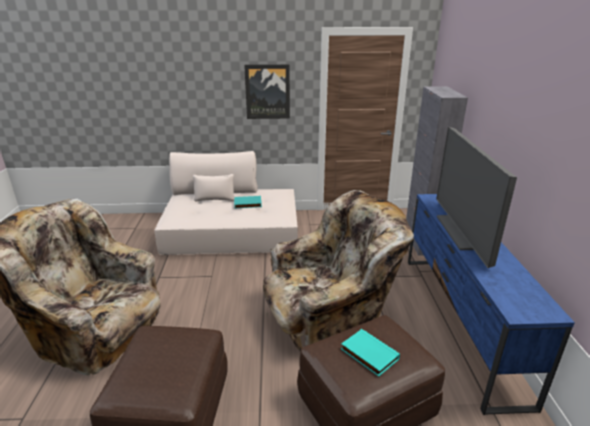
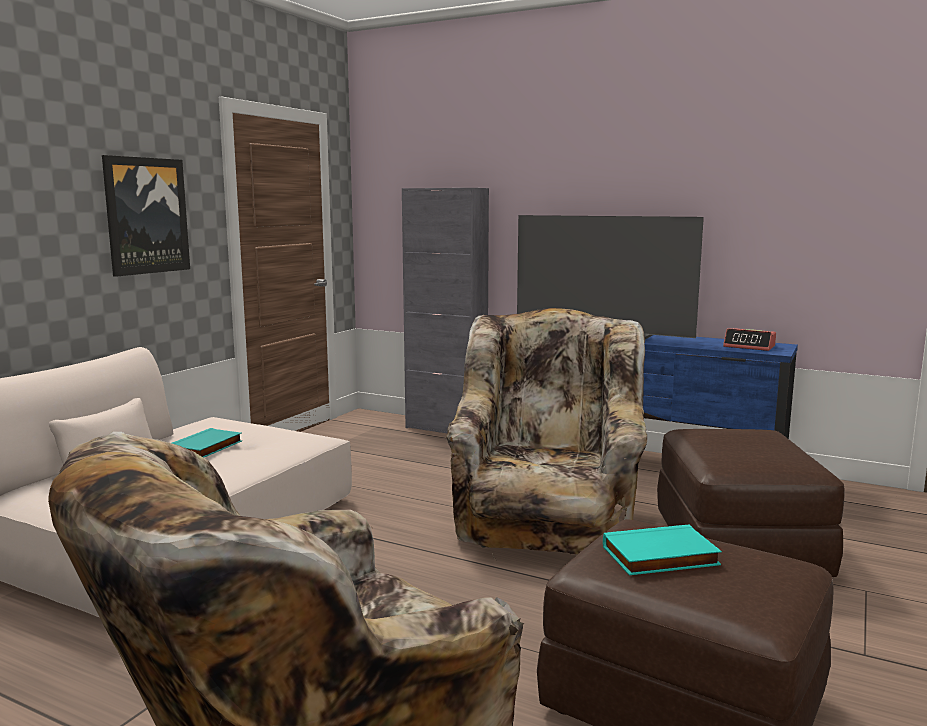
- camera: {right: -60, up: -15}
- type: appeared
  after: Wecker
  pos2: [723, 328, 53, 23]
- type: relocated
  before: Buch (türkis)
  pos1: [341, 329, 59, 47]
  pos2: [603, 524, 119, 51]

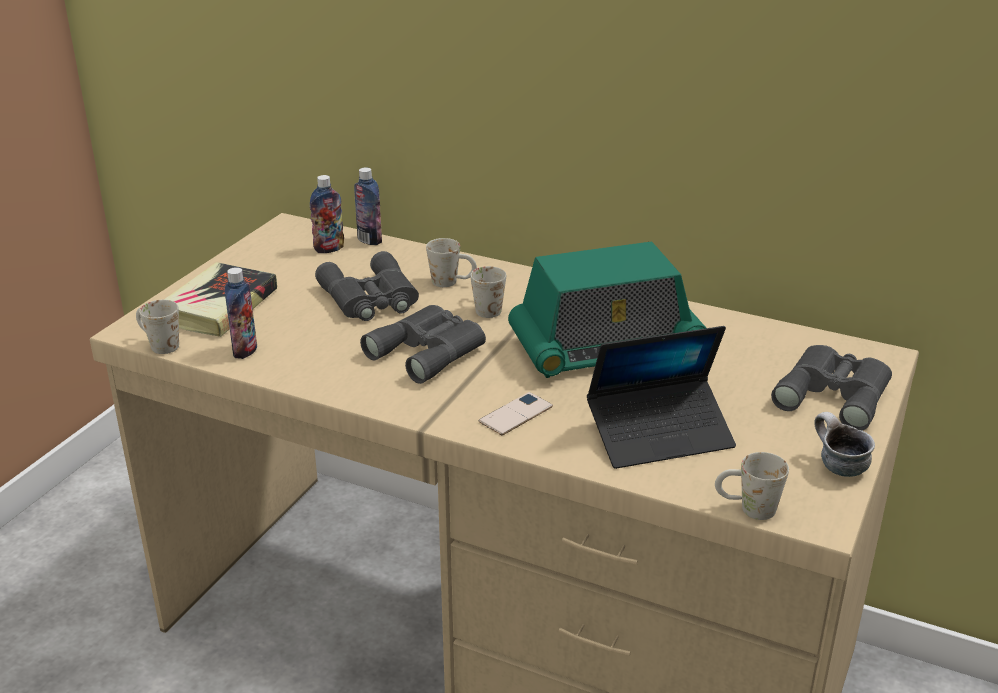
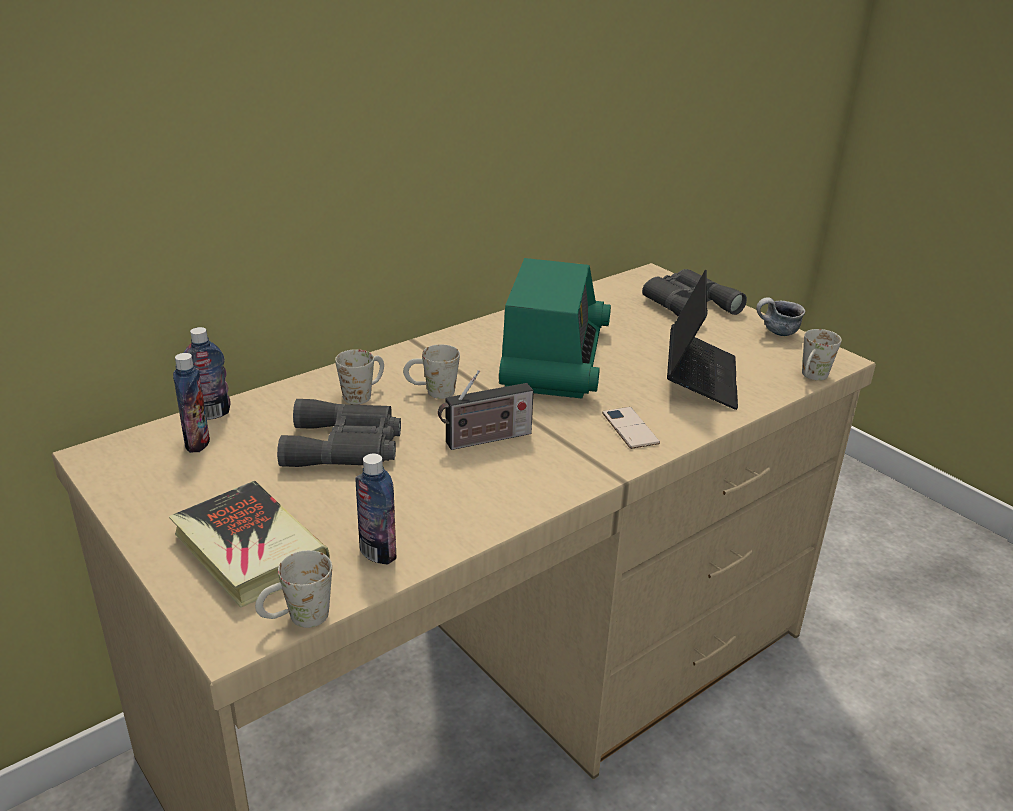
- camera: {right: -65, up: 0}
- type: exchanged
  before: Fernglas (grau)
  after: Radio
  pos1: [360, 305, 126, 79]
  pos2: [438, 370, 96, 80]

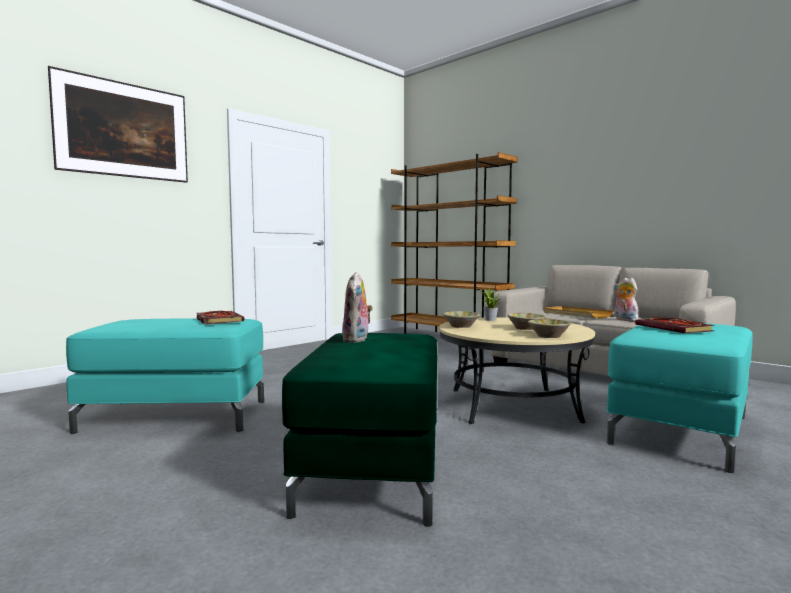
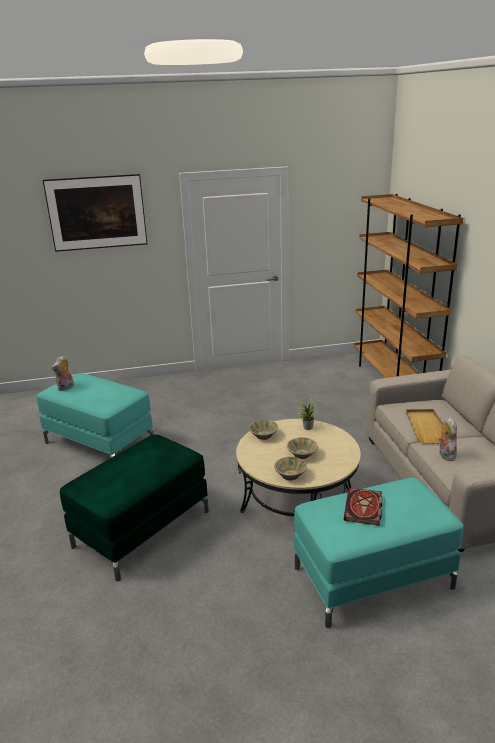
- camera: {right: 35, up: 20}
- type: missing
  before: Buch
  pos1: [197, 311, 48, 13]
- type: relocated
  before: Plüschtier
  pos1: [342, 272, 31, 71]
  pos2: [52, 355, 22, 36]

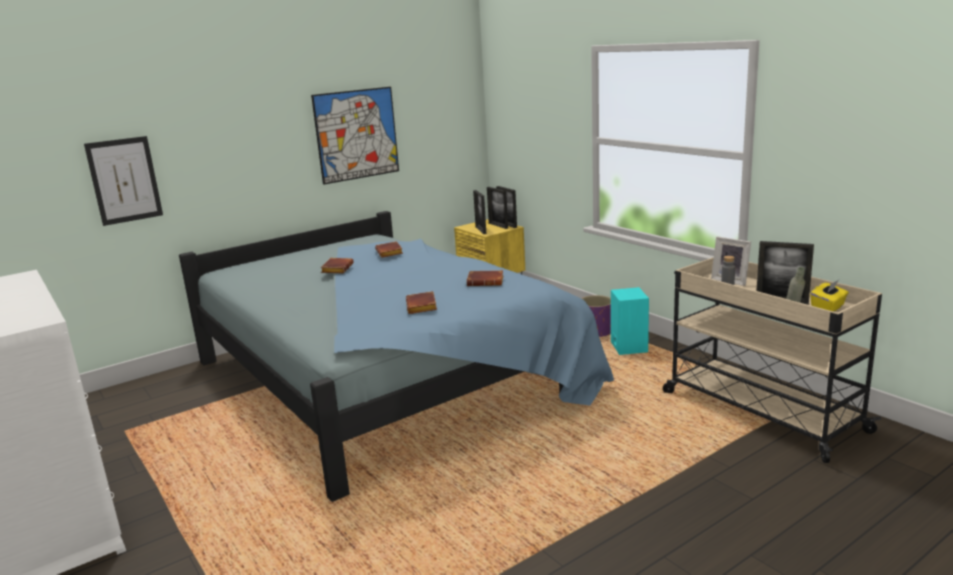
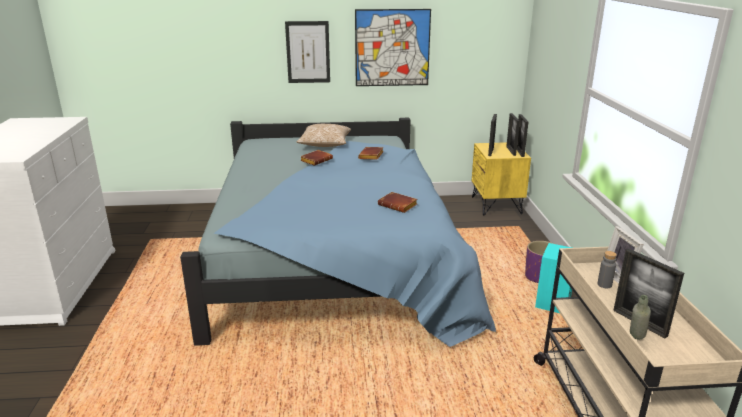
- camera: {right: 30, up: 5}
- type: missing
  before: Buch (braun)
  pos1: [406, 291, 31, 23]
- type: missing
  before: Taschentuchbox (gelb)
  pos1: [810, 280, 39, 32]
- type: appeared
  after: Kissen
  pos2: [297, 124, 54, 23]
- type: relocated
  before: Bild
  pos1: [84, 136, 79, 90]
  pos2: [285, 21, 45, 62]

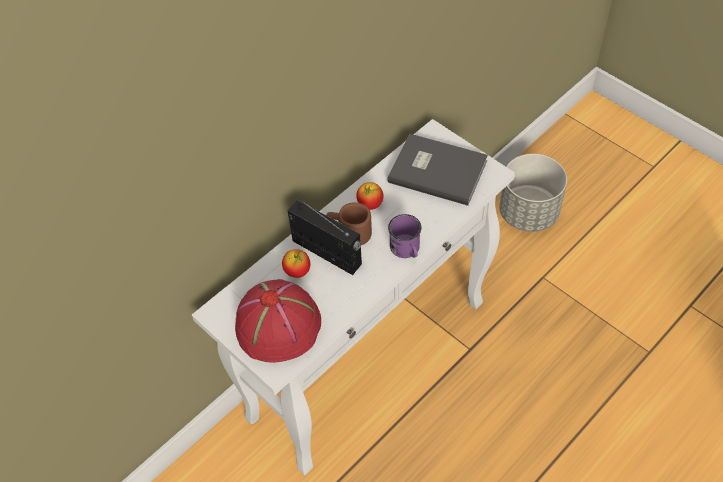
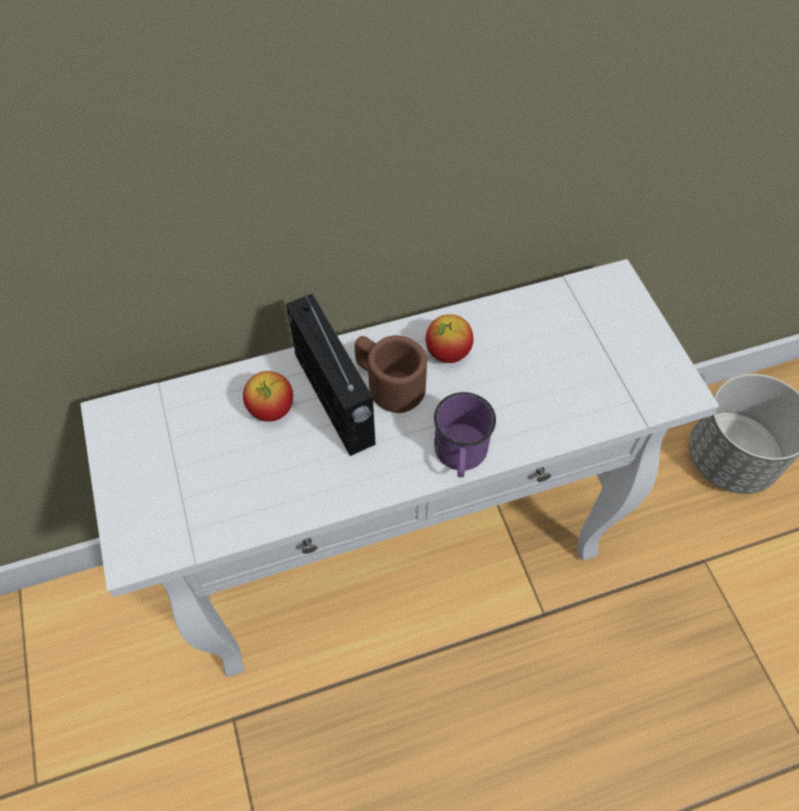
- camera: {right: 25, up: 5}
- type: missing
  before: Hut (rot)
  pos1: [235, 279, 86, 84]
- type: missing
  before: Buch (grau)
  pos1: [387, 134, 101, 72]

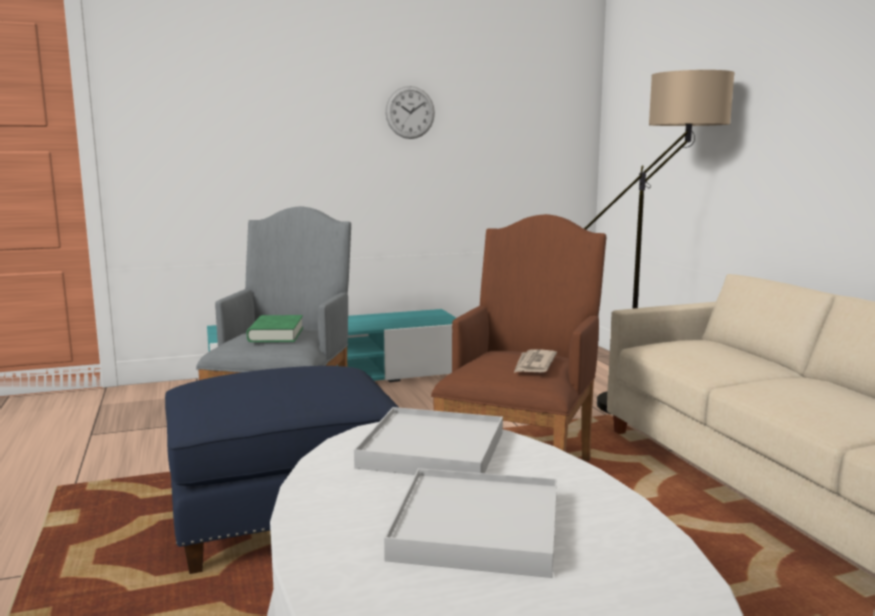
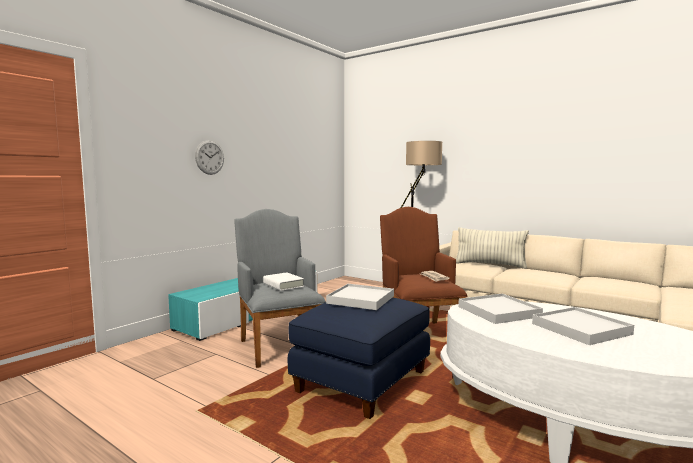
- camera: {right: -35, up: -5}
- type: appeared
  after: Tablett (weiß)
  pos2: [326, 284, 68, 26]
- type: appeared
  after: Kissen
  pos2: [456, 227, 73, 42]
- type: relocated
  before: Wanduhr
  pos1: [385, 86, 50, 53]
  pos2: [195, 140, 29, 35]
- type: colour
  before: Buch (grün)
  after: Buch (weiß)
  pos1: [247, 315, 56, 27]
  pos2: [263, 272, 41, 19]

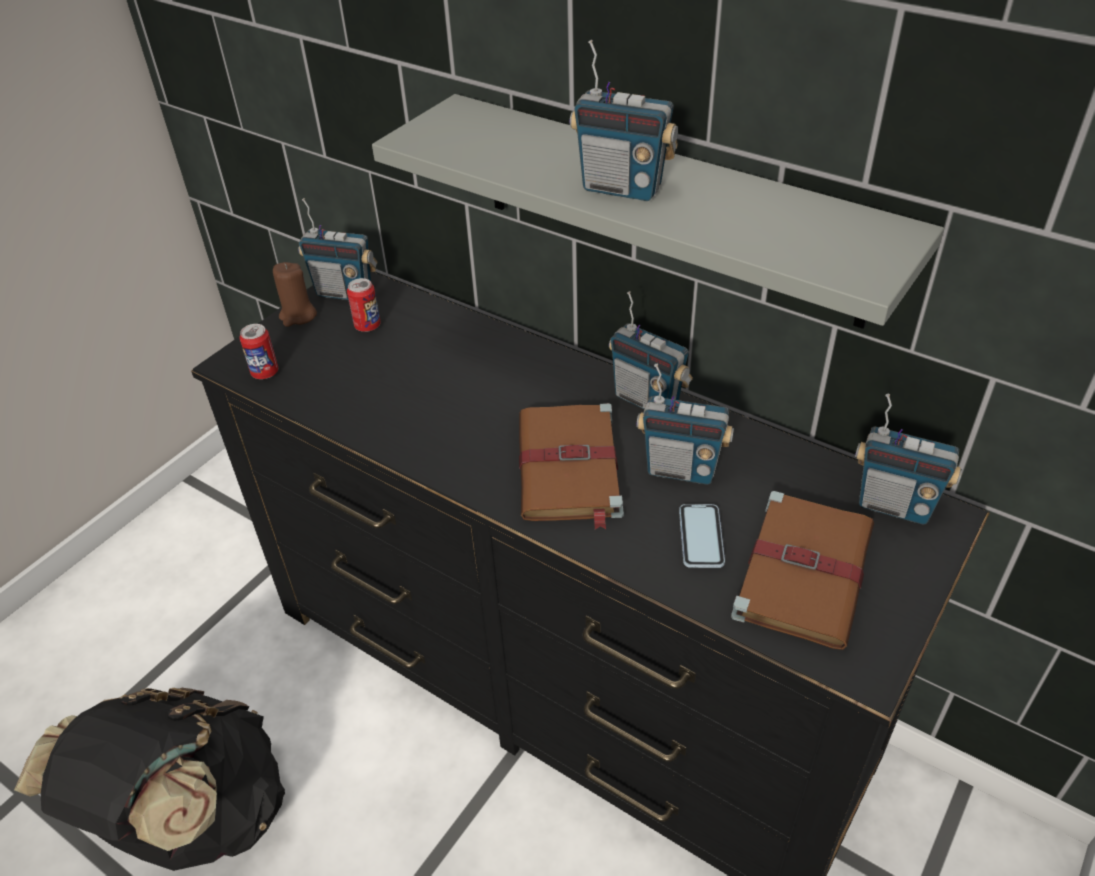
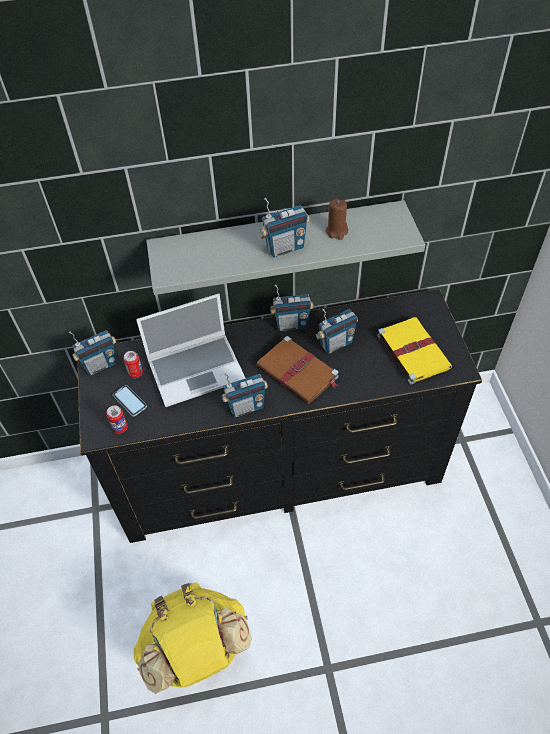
- camera: {right: -45, up: 10}
- type: appeared
  after: Laptop
  pos2: [136, 293, 110, 114]
- type: relocated
  before: Kerze (braun)
  pos1: [273, 262, 44, 65]
  pos2: [326, 199, 22, 41]
- type: relocated
  before: Handy
  pos1: [679, 504, 46, 64]
  pos2: [113, 385, 34, 31]
- type: relocated
  before: Radio
  pos1: [855, 394, 107, 130]
  pos2: [221, 373, 47, 44]
- type: colour
  before: Rucksack (schwarz)
  after: Rucksack (gelb)
  pos1: [14, 688, 271, 183]
  pos2: [134, 582, 118, 112]
- type: colour
  before: Buch (braun)
  after: Buch (gelb)
  pos1: [731, 491, 143, 159]
  pos2: [377, 317, 75, 67]

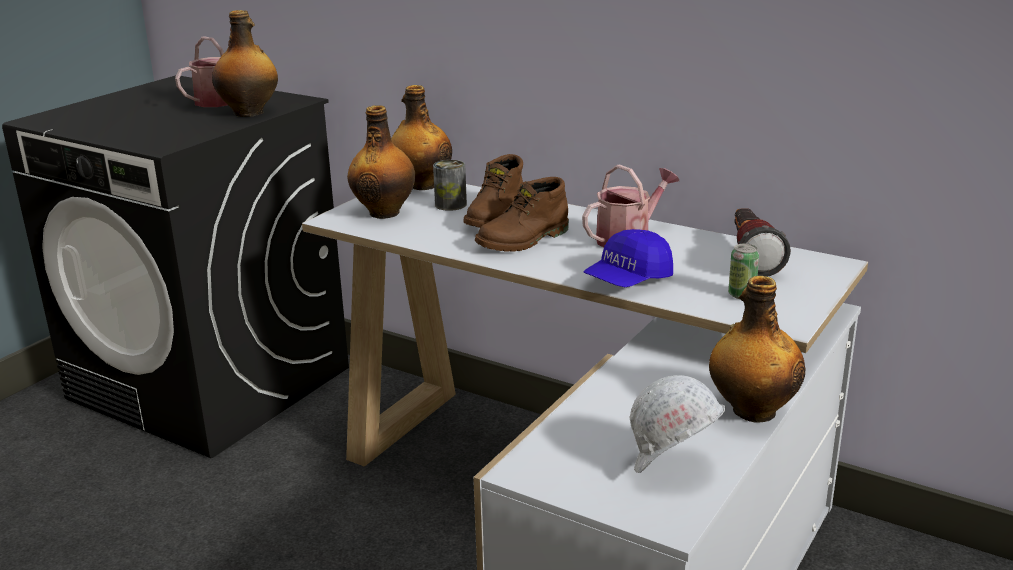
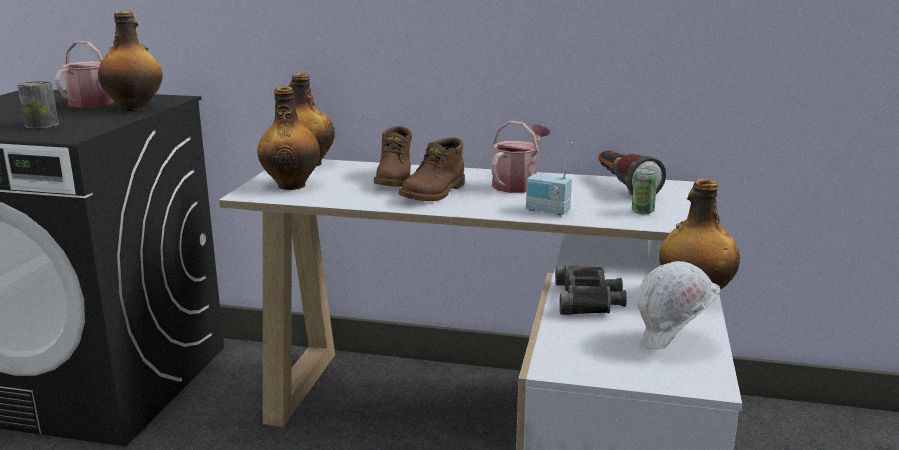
- camera: {right: -20, up: -5}
- type: appeared
  after: Fernglas (schwarz)
  pos2: [555, 265, 72, 50]
- type: relocated
  before: Dose
  pos1: [433, 160, 34, 51]
  pos2: [17, 81, 42, 48]
- type: exchanged
  before: Kappe (blau)
  after: Radio
  pos1: [584, 229, 89, 58]
  pos2: [526, 142, 47, 73]

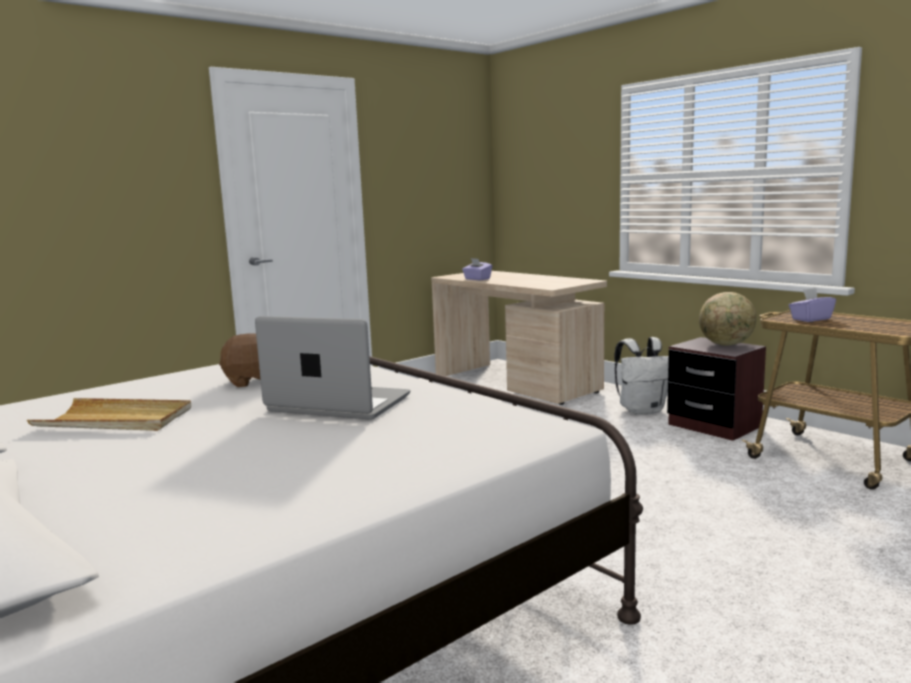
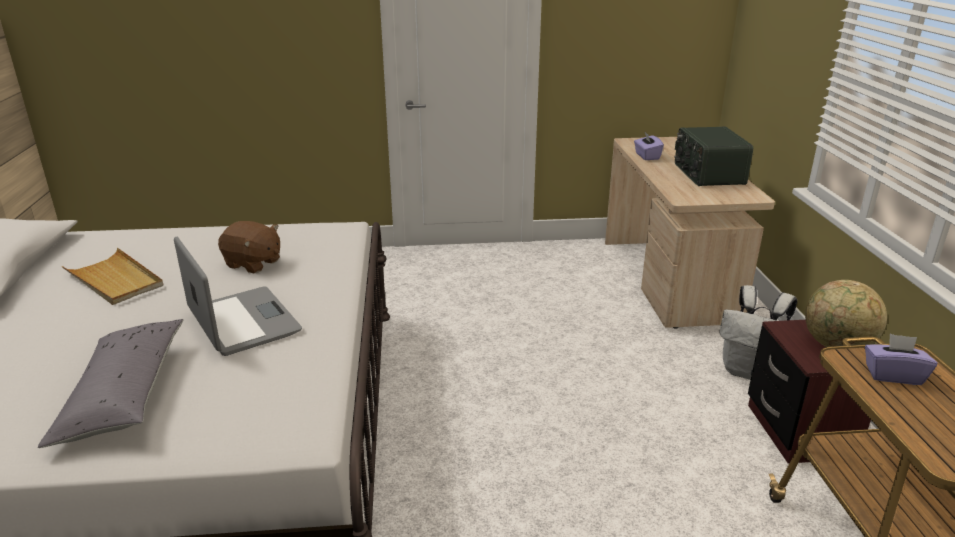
- camera: {right: 35, up: 15}
- type: appeared
  after: Kissen (grau)
  pos2: [38, 319, 145, 129]
- type: appeared
  after: Radio
  pos2: [674, 126, 79, 60]

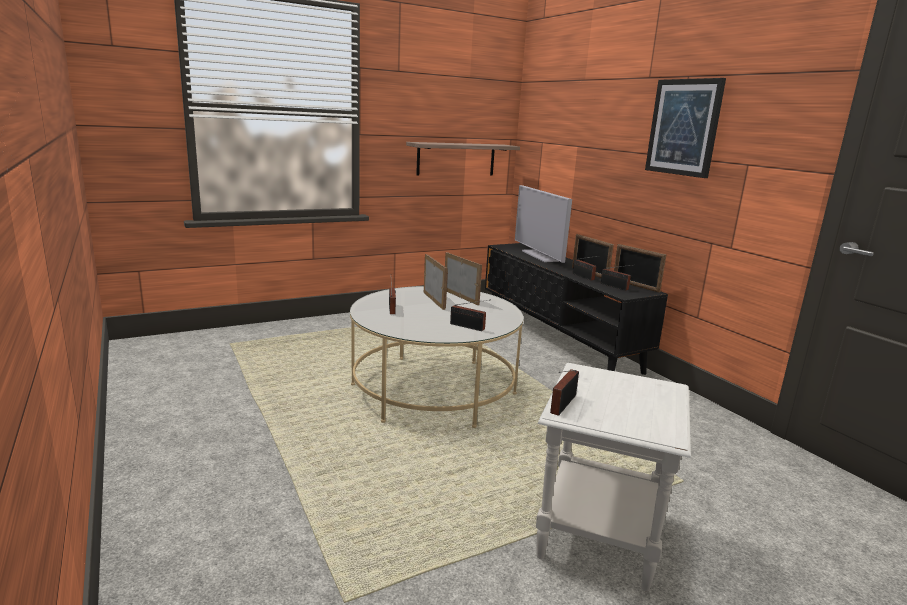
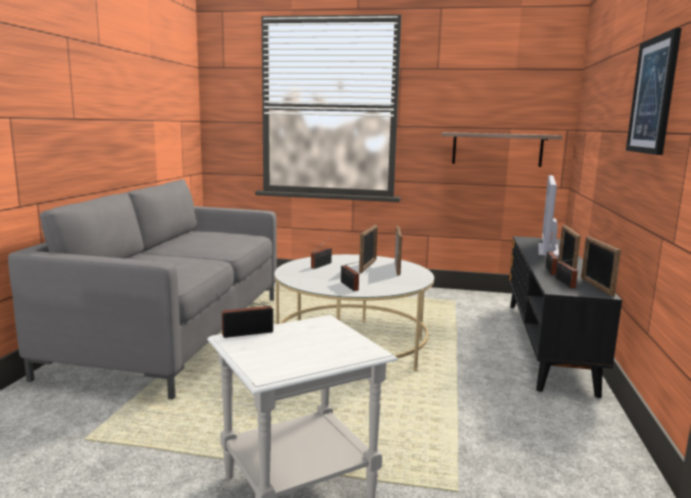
- camera: {right: 40, up: -5}
- type: appeared
  after: Sofa (grau)
  pos2: [8, 179, 269, 220]

